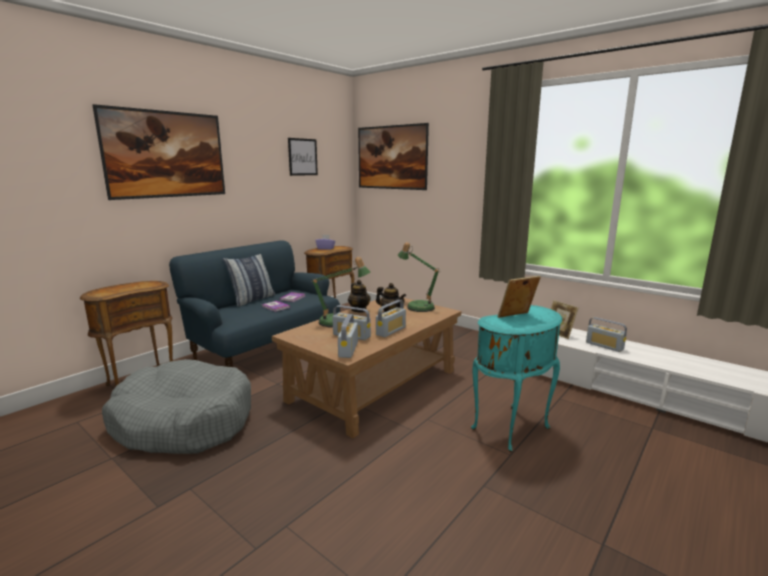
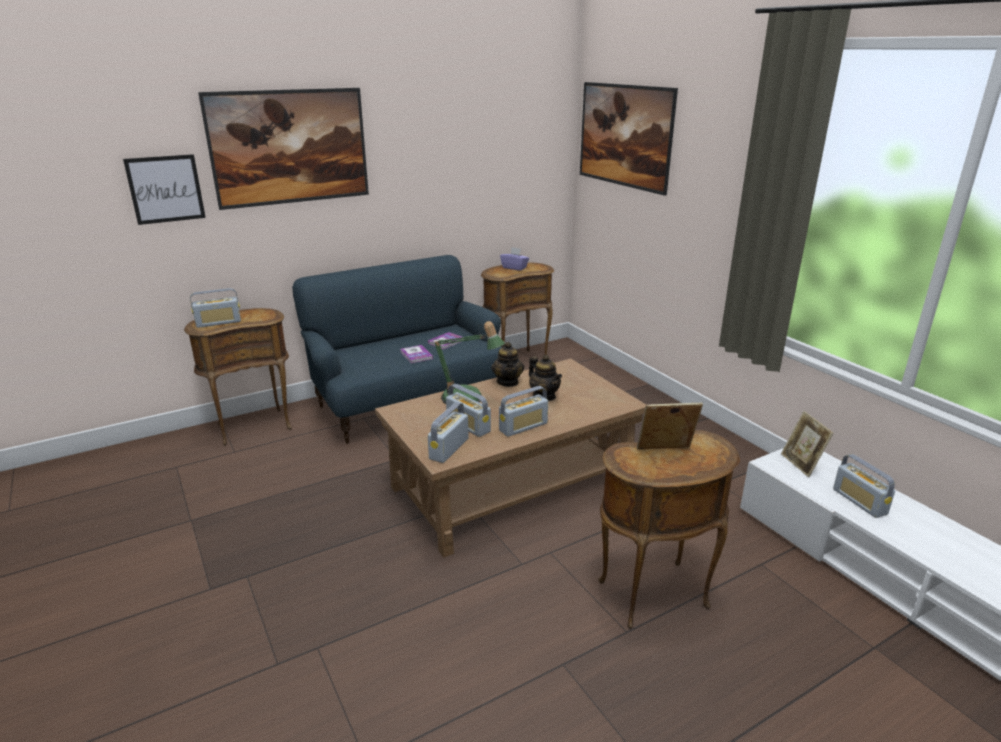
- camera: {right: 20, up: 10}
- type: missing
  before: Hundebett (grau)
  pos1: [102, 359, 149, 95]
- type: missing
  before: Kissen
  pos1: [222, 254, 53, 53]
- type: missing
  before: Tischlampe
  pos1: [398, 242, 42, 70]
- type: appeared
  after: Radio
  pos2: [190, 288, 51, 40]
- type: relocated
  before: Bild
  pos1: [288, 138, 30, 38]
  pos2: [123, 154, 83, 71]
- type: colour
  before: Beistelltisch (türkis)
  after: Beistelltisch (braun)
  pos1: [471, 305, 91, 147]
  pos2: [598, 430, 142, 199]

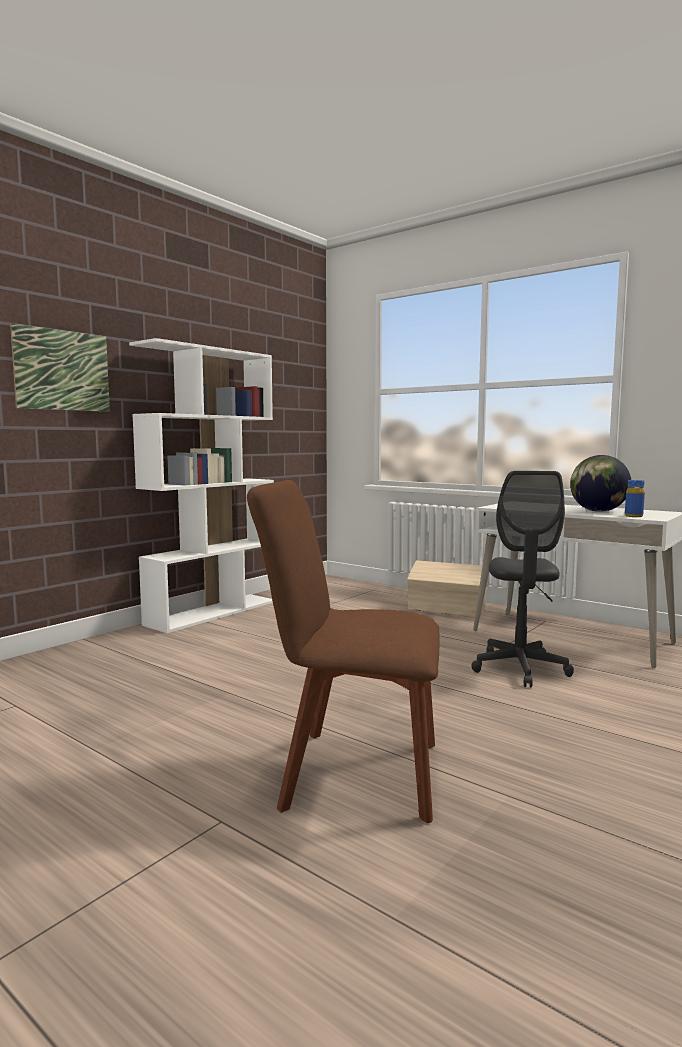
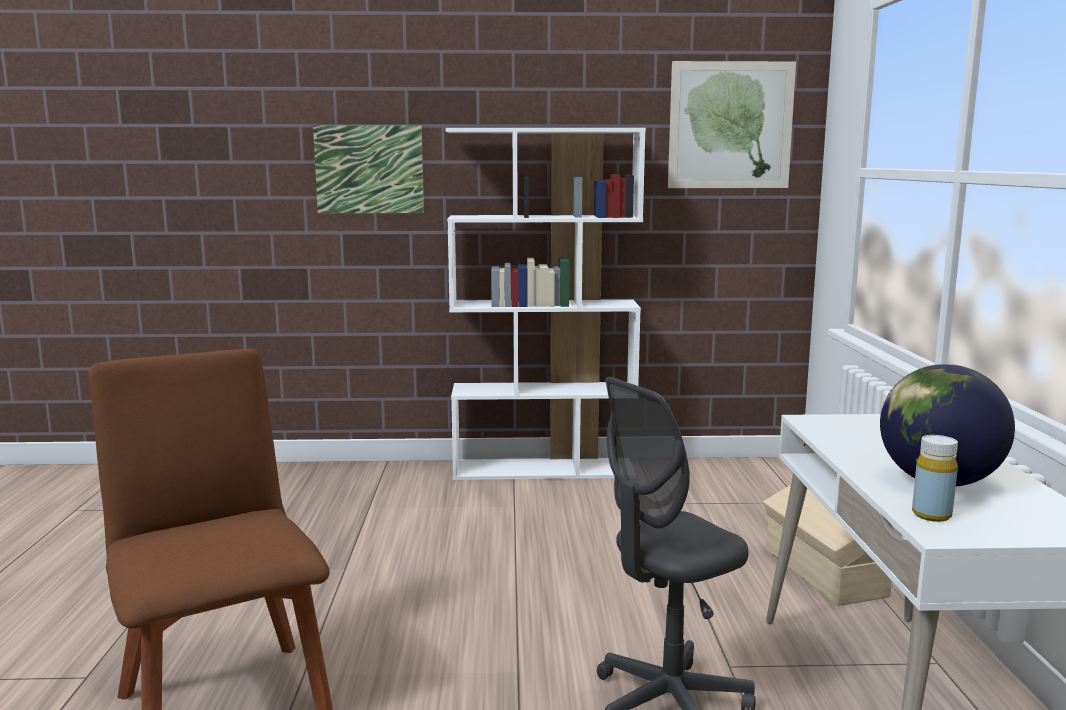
- camera: {right: 50, up: 5}
- type: appeared
  after: Bild
  pos2: [668, 61, 128, 127]
- type: colour
  before: Flasche (blau)
  after: Flasche (gelb)
  pos1: [625, 480, 20, 37]
  pos2: [912, 435, 46, 87]

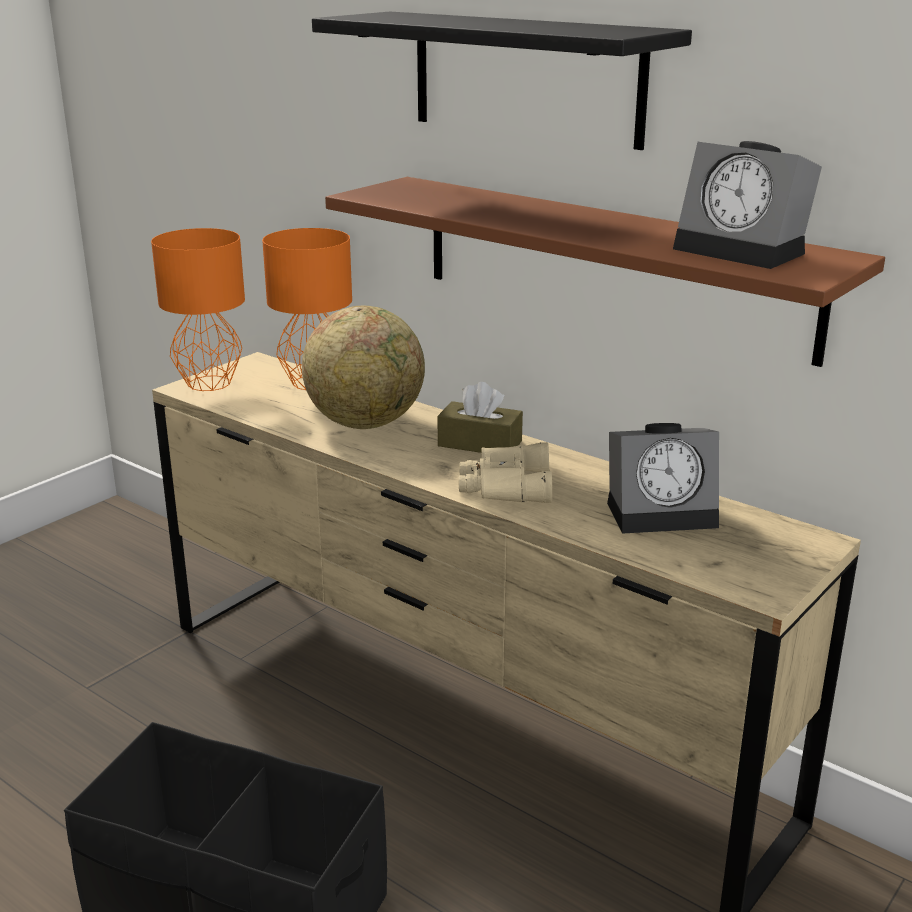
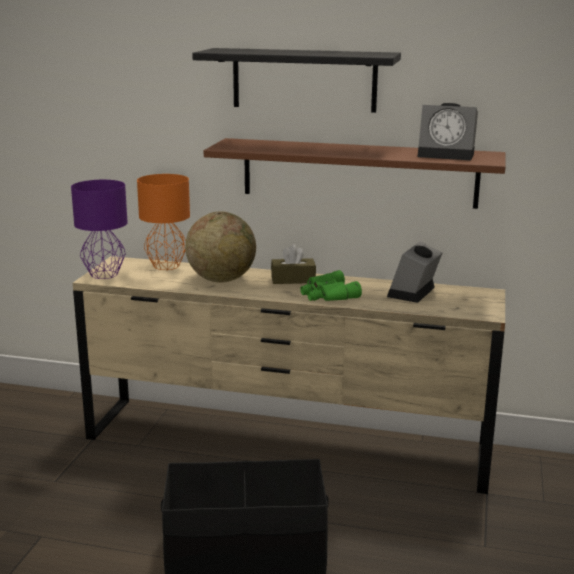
- camera: {right: -25, up: -5}
- type: colour
  before: Tischlampe (orange)
  after: Tischlampe (lila)
  pos1: [151, 228, 94, 163]
  pos2: [71, 180, 57, 99]
- type: colour
  before: Fernglas (beige)
  after: Fernglas (grün)
  pos1: [459, 442, 93, 61]
  pos2: [300, 270, 62, 31]
- type: spun
  before: Wecker
  pos1: [607, 423, 112, 111]
  pos2: [387, 241, 55, 62]
  turn: 150

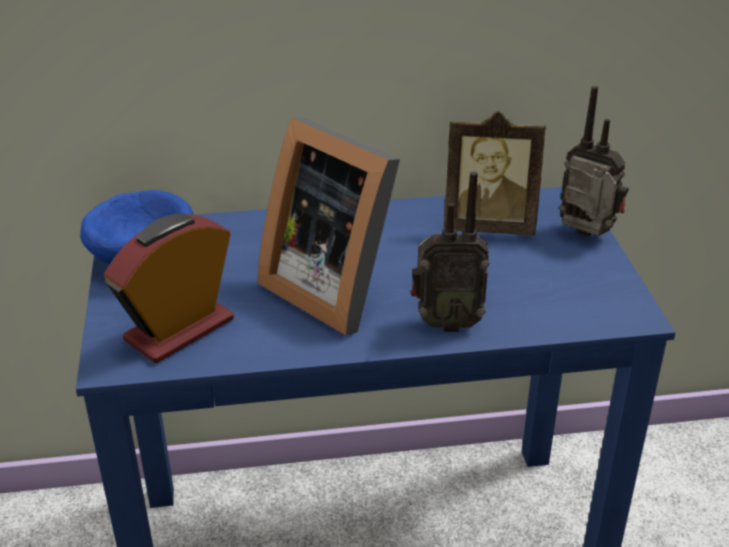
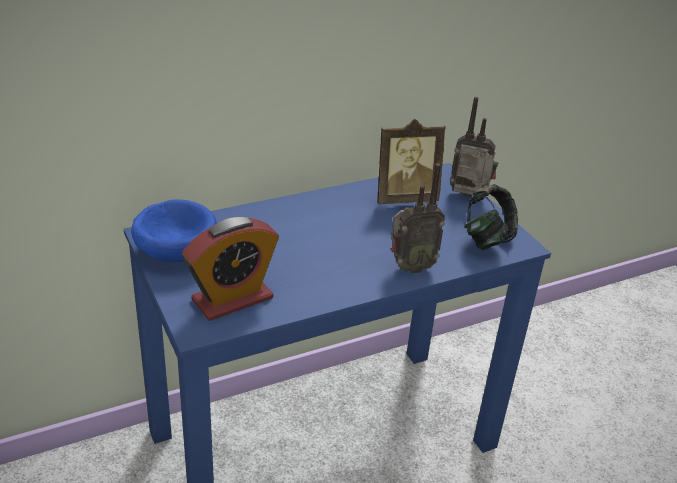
- camera: {right: -20, up: 0}
- type: missing
  before: Bilderrahmen
  pos1: [258, 117, 142, 218]
- type: appeared
  after: Kopfhörer
  pos2: [464, 184, 54, 66]
- type: spun
  before: Wecker
  pos1: [104, 213, 130, 150]
  pos2: [182, 217, 97, 104]
  turn: -150

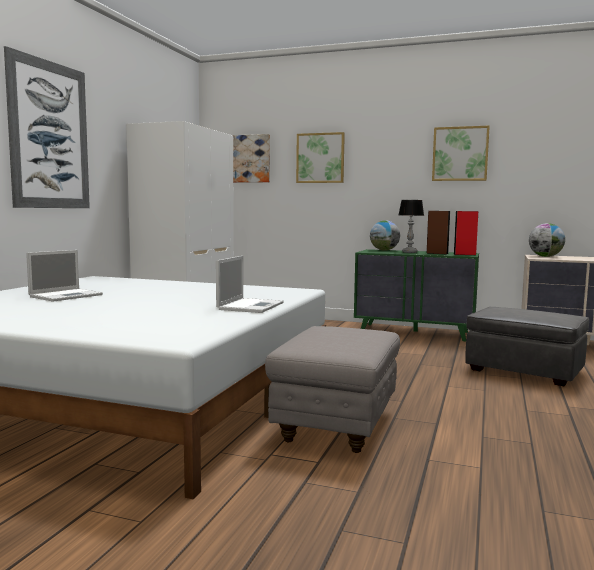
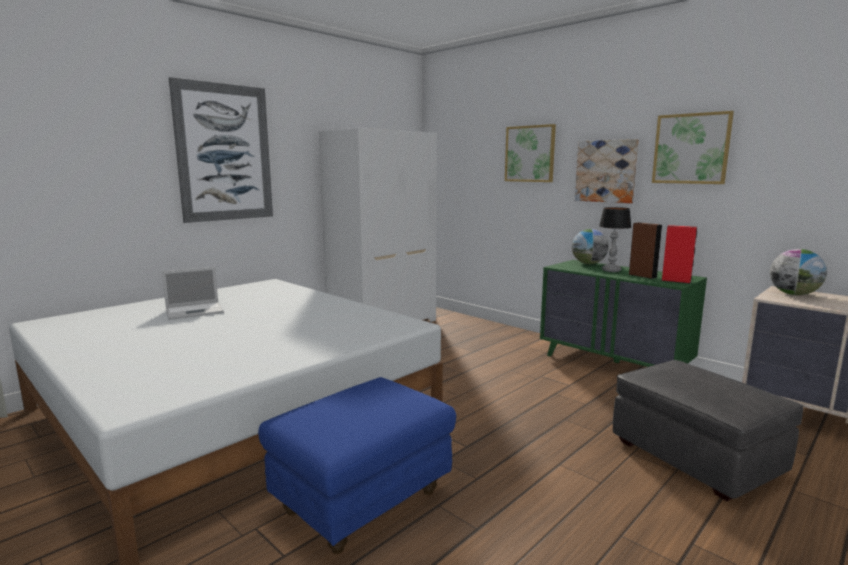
- camera: {right: 25, up: 5}
- type: missing
  before: Laptop
  pos1: [216, 256, 68, 57]
- type: relocated
  before: Bild
  pos1: [233, 134, 37, 49]
  pos2: [575, 139, 64, 64]
- type: colour
  before: Polsterhocker (grau)
  after: Polsterhocker (blau)
  pos1: [265, 326, 135, 127]
  pos2: [258, 377, 198, 177]

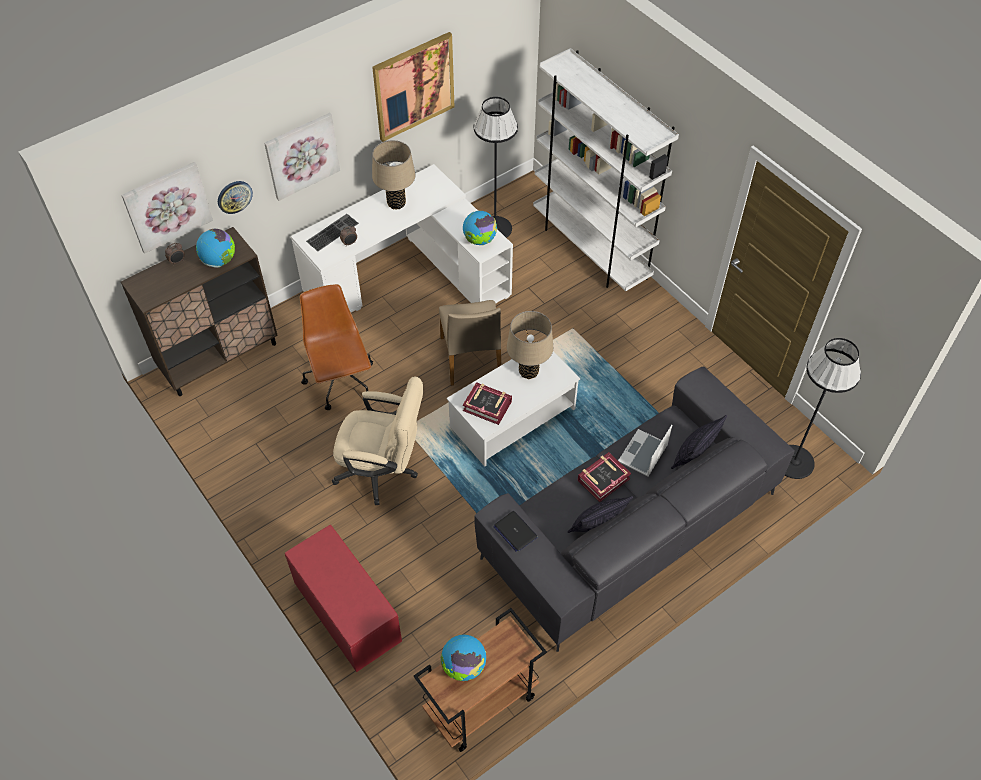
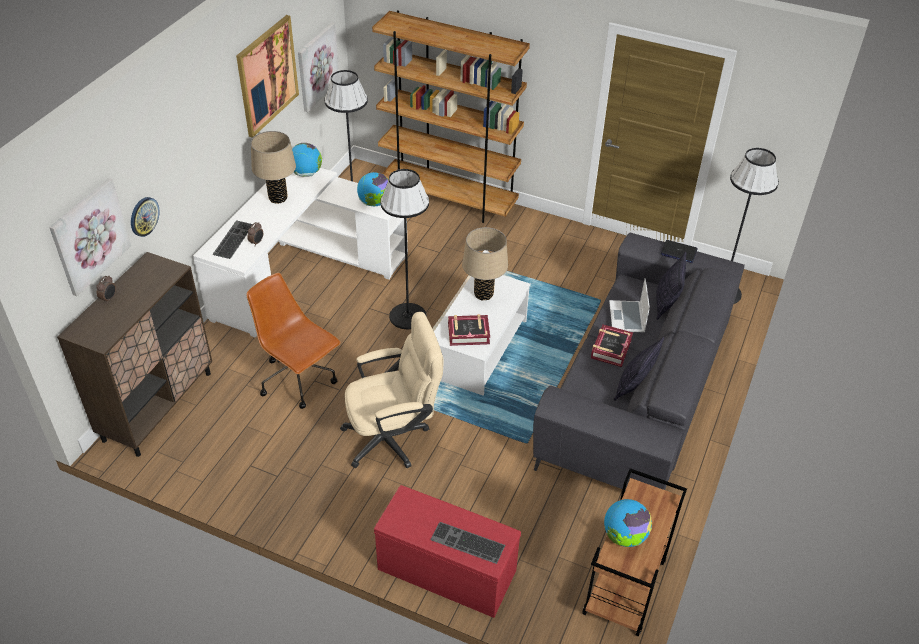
- camera: {right: -30, up: -10}
- type: appeared
  after: Tastatur
  pos2: [430, 522, 75, 42]
- type: relocated
  before: Globus
  pos1: [196, 229, 39, 39]
  pos2: [292, 143, 30, 34]
- type: relocated
  before: Bild
  pos1: [264, 113, 76, 88]
  pos2: [298, 23, 41, 89]
- type: relocated
  before: Laptop
  pos1: [493, 511, 45, 41]
  pos2: [661, 240, 37, 23]
- type: exchanged
  before: Stuhl (beige)
  after: Stehlampe (schwarz)
  pos1: [439, 300, 62, 86]
  pos2: [380, 169, 49, 160]
- type: colour
  before: Bücherregal (weiß)
  after: Bücherregal (braun)
  pos1: [533, 48, 146, 243]
  pos2: [372, 10, 158, 213]

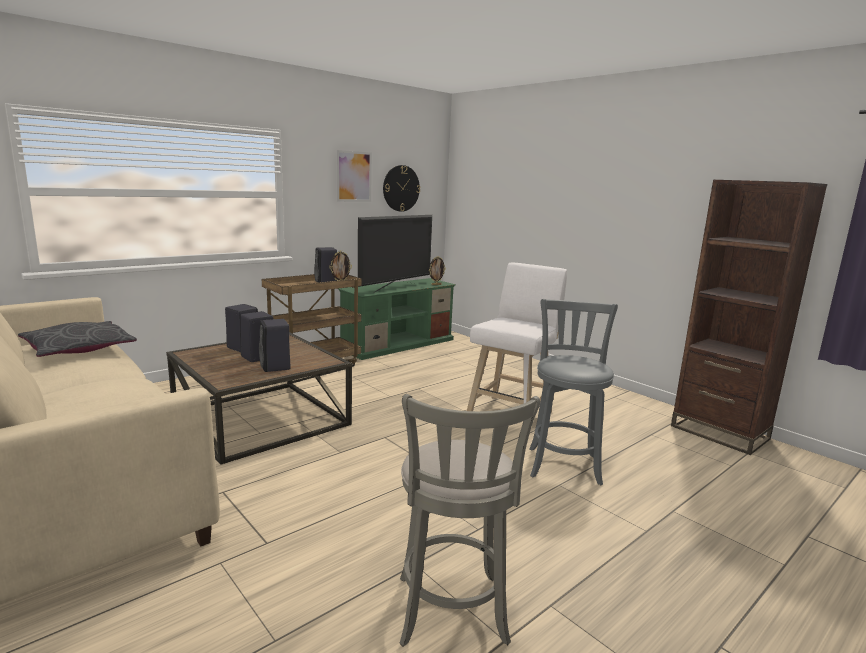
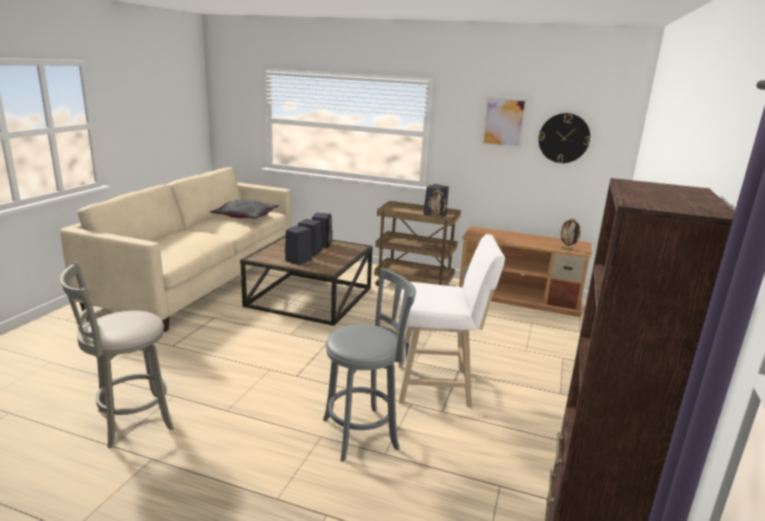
- camera: {right: 60, up: 5}
- type: missing
  before: Fernseher
  pos1: [358, 215, 74, 78]
- type: colour
  before: Fernsehschrank (grün)
  after: Fernsehschrank (braun)
  pos1: [338, 278, 118, 82]
  pos2: [459, 226, 133, 91]

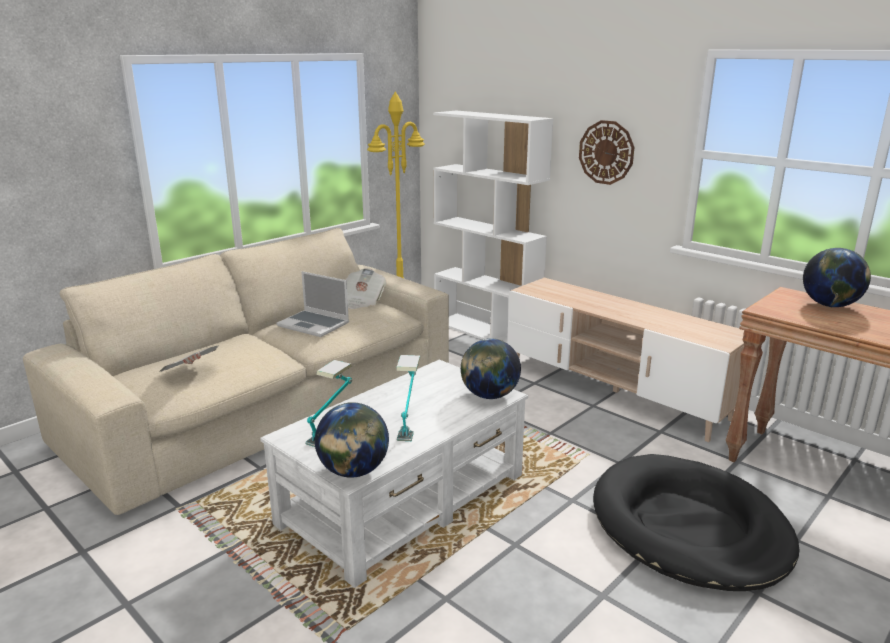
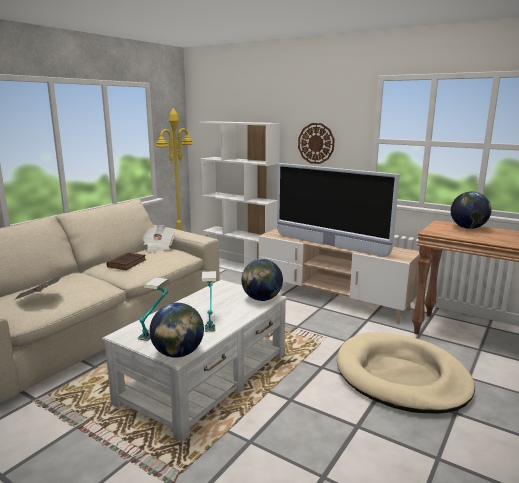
- camera: {right: -10, up: -5}
- type: appeared
  after: Fernseher
  pos2: [277, 163, 123, 94]
- type: exchanged
  before: Laptop
  after: Buch (braun)
  pos1: [277, 271, 72, 66]
  pos2: [107, 252, 39, 18]
- type: colour
  before: Hundebett (schwarz)
  after: Hundebett (beige)
  pos1: [593, 454, 206, 137]
  pos2: [337, 332, 138, 82]

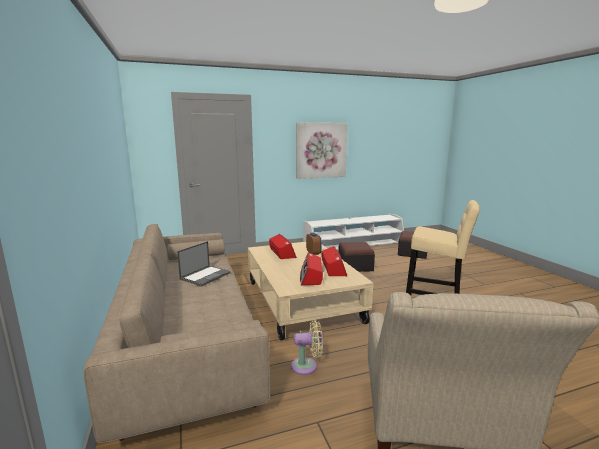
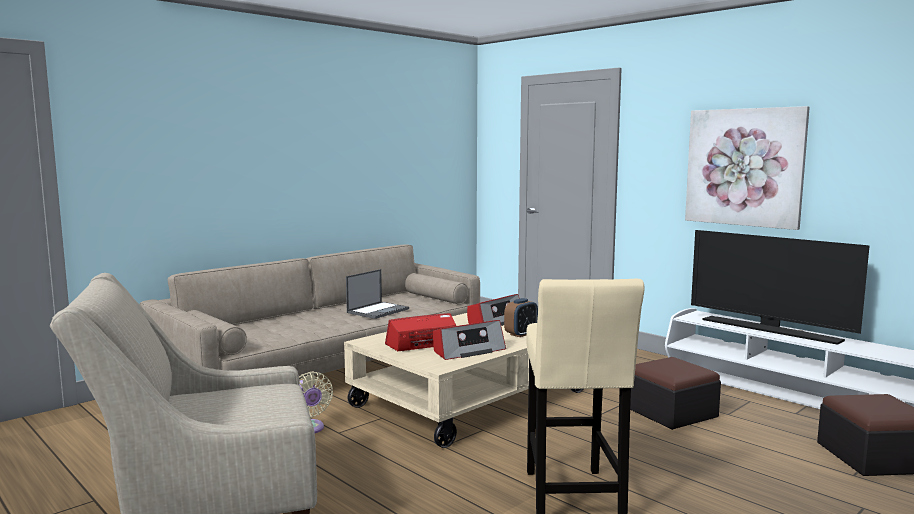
- camera: {right: 65, up: -5}
- type: appeared
  after: Fernseher
  pos2: [691, 230, 179, 115]
- type: spun
  before: Laptop
  pos1: [177, 241, 54, 46]
  pos2: [346, 269, 63, 50]
  turn: -60

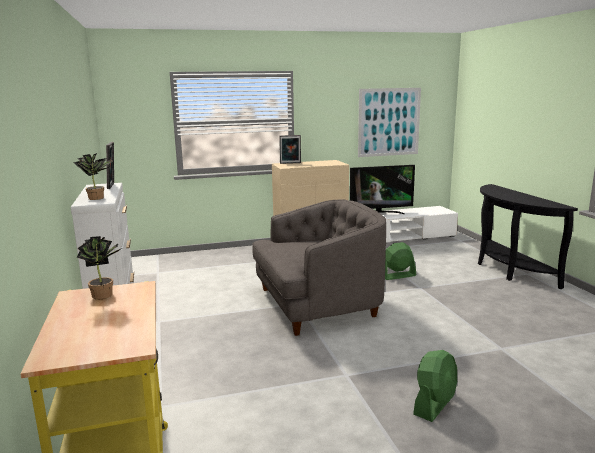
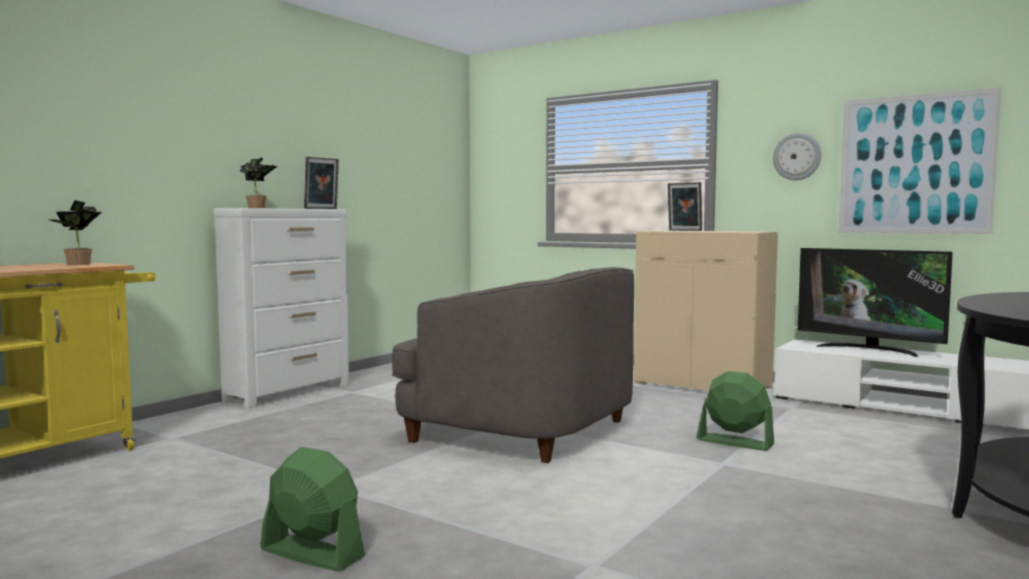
- camera: {right: 50, up: -10}
- type: appeared
  after: Wanduhr
  pos2: [773, 133, 48, 47]
- type: spun
  before: Ventilator (grün)
  pos1: [413, 350, 44, 72]
  pos2: [260, 447, 105, 125]
  turn: -150

